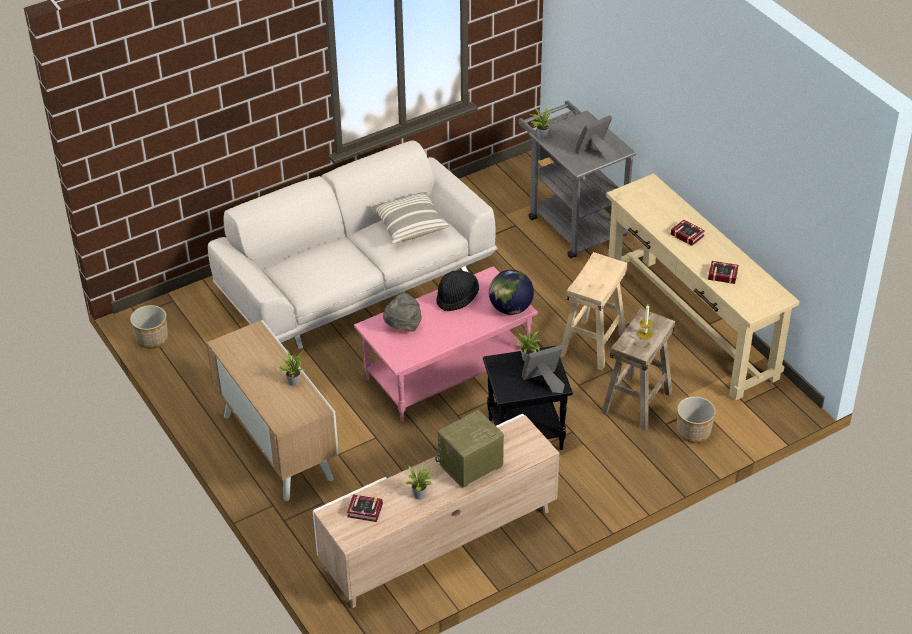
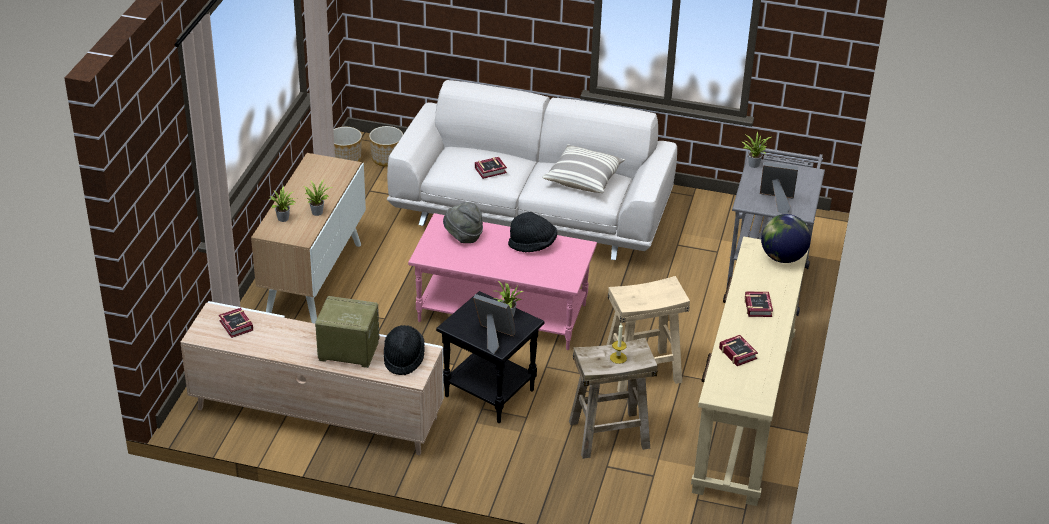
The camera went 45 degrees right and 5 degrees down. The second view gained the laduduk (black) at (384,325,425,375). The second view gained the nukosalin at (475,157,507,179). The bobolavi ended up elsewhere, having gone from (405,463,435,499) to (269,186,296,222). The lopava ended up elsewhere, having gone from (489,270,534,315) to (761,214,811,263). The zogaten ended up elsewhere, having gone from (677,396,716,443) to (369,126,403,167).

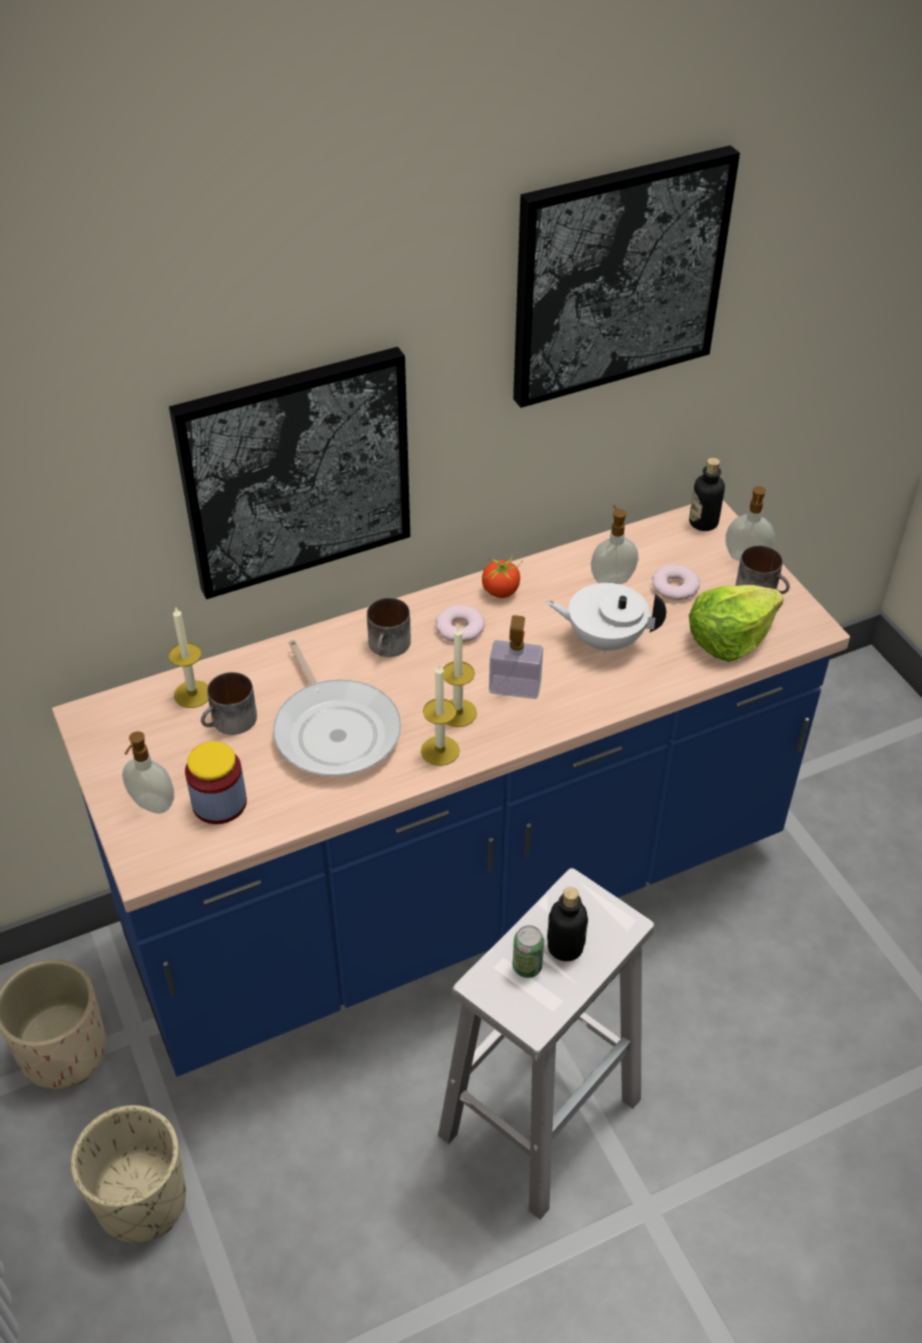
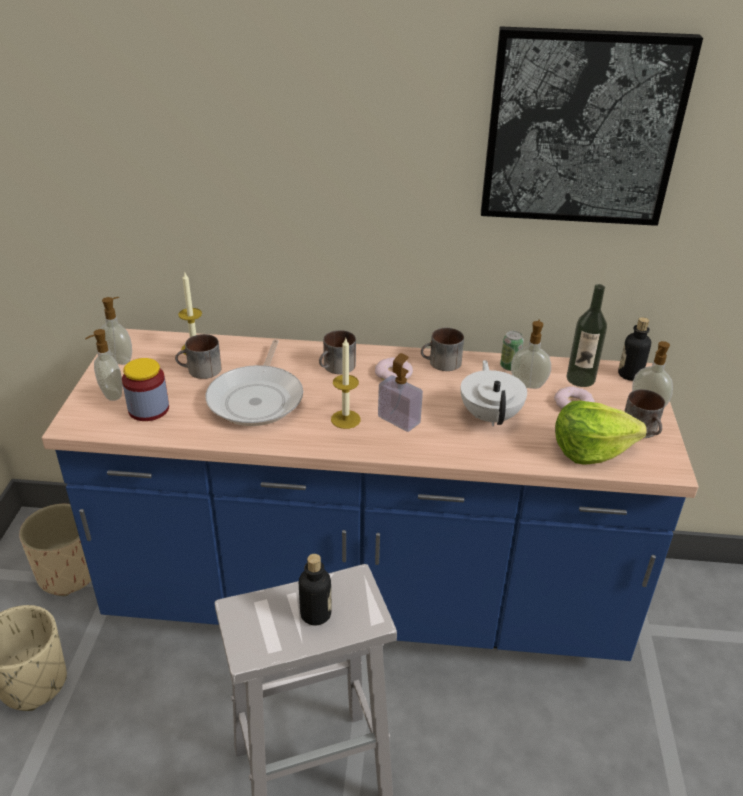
The camera went 30 degrees right and 10 degrees down. The second view lost the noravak at (169,347,410,599). The second view lost the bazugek at (421,663,460,766). The second view gained the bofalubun at (100,297,132,365). The second view gained the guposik at (566,284,607,387). The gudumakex ended up elsewhere, having gone from (513,925,544,978) to (500,331,524,371). Where the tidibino stood at (482,553,523,598), the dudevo came to stand at (421,328,464,371). The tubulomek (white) at (546,583,666,653) ended up facing another way, 45 degrees clockwise from before.

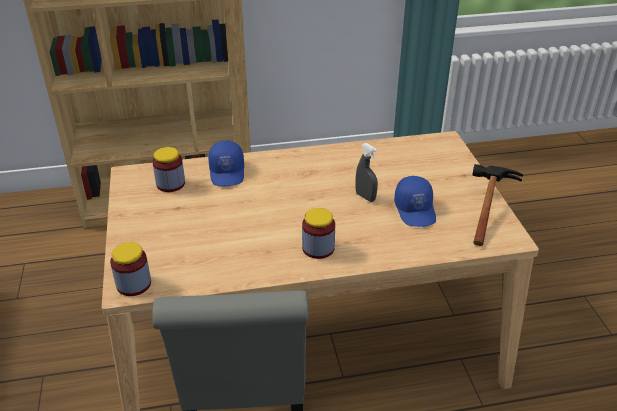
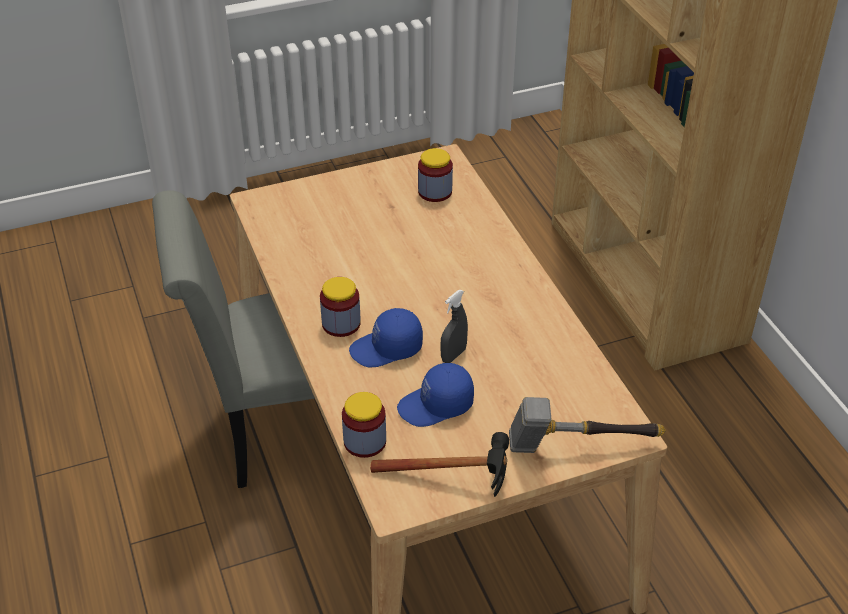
The camera went 80 degrees right and 5 degrees up. The second view gained the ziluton at (509,397,666,453). The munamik ended up elsewhere, having gone from (110,242,151,296) to (342,392,386,458). The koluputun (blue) ended up elsewhere, having gone from (208,140,244,186) to (349,308,423,367).

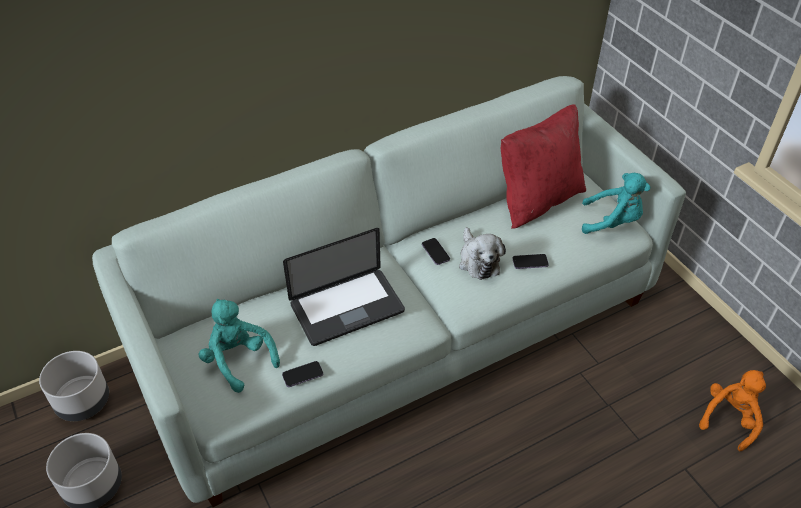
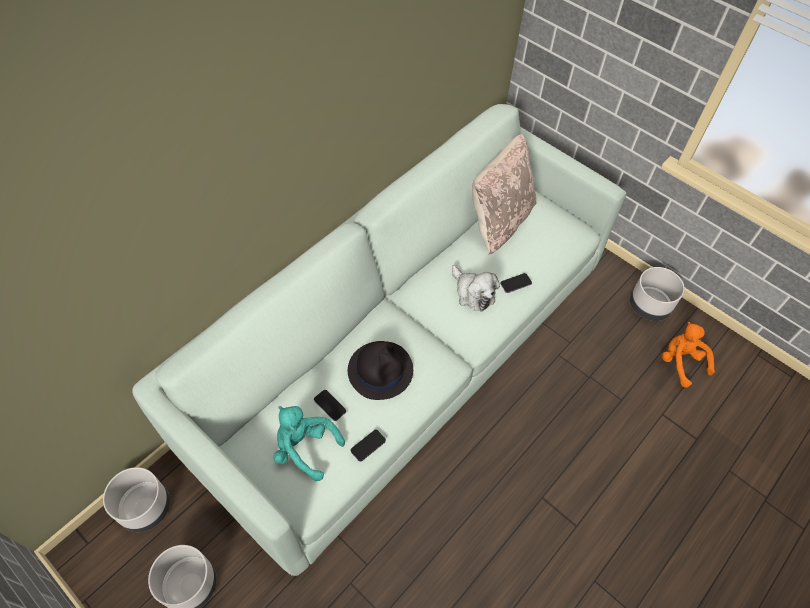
The camera went 20 degrees left and 10 degrees up. The second view lost the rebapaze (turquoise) at (582,173,650,234). The second view gained the zogaten (grey) at (630,267,685,321). The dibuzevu ended up elsewhere, having gone from (422,238,450,265) to (314,390,346,421). Where the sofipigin stood at (283,228,405,346), the laduduk (black) came to stand at (348,341,413,400). What was the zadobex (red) at (501,104,586,229) turned into the zadobex (beige) at (472,134,536,255). The rebapaze (orange) at (699,370,766,451) ended up facing another way, 45 degrees counterclockwise from before.

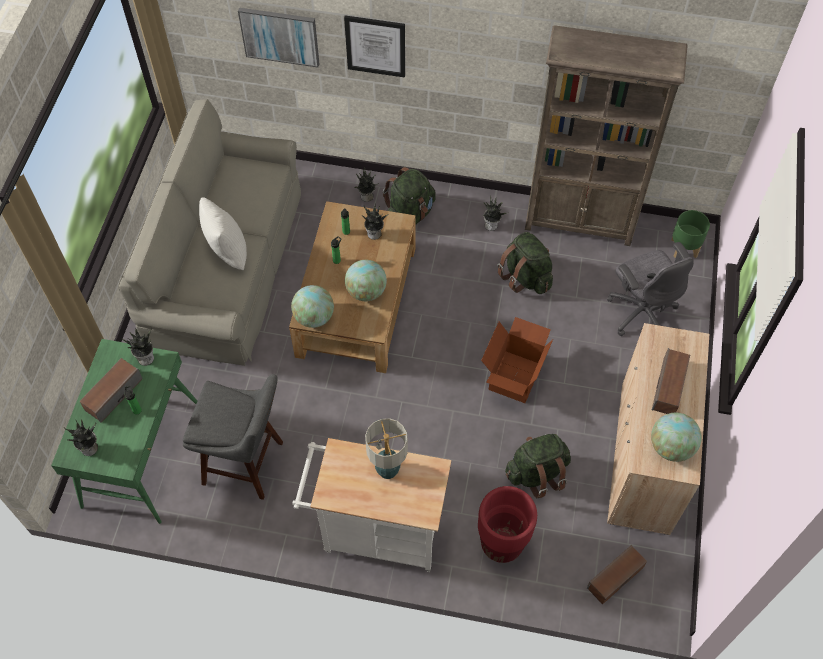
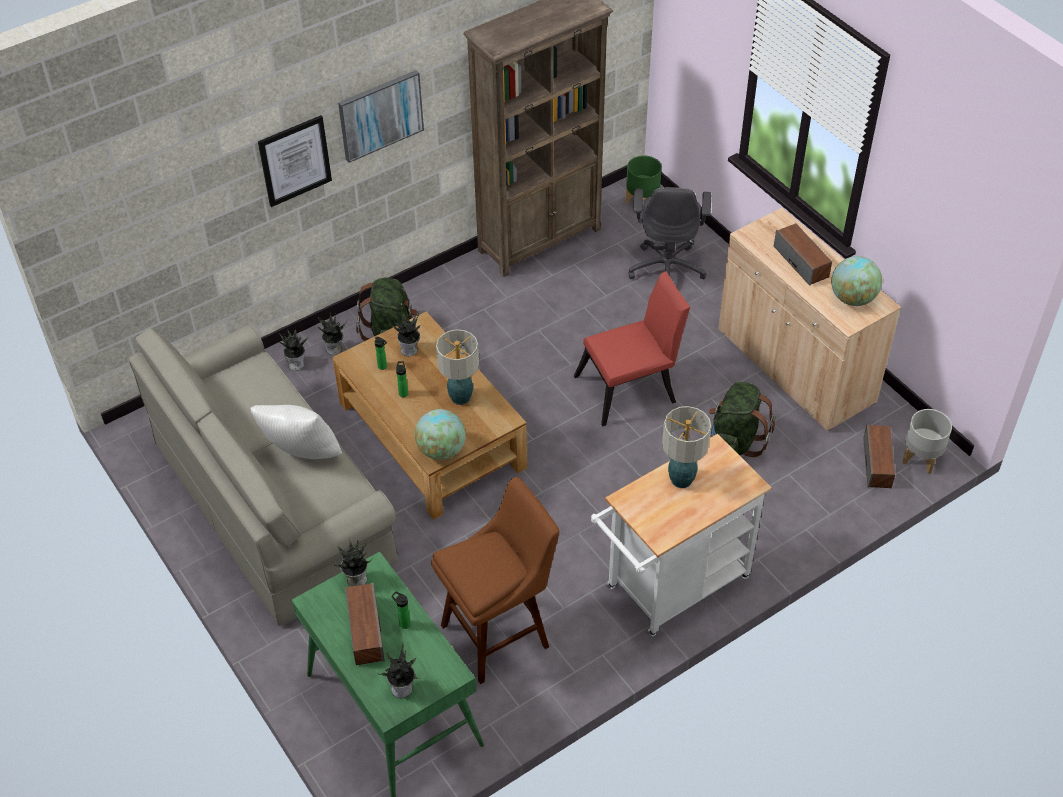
The camera went 45 degrees left and 10 degrees down. The second view lost the zogaten (red) at (478,486,537,563). The second view lost the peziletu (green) at (498,232,553,294). The second view gained the zogaten (grey) at (902,409,952,474). The noravak ended up elsewhere, having gone from (238,8,319,67) to (338,70,424,163). The bobolavi ended up elsewhere, having gone from (483,195,507,231) to (278,328,308,371). Where the lopava stood at (345,260,387,301), the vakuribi came to stand at (436,329,479,405). Where the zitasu stood at (481,317,553,403), the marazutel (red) came to stand at (574,271,690,426). What was the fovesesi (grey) at (183,374,283,500) turned into the fovesesi (brown) at (431,477,559,684). The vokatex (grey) at (607,242,694,336) ended up facing another way, 75 degrees clockwise from before.

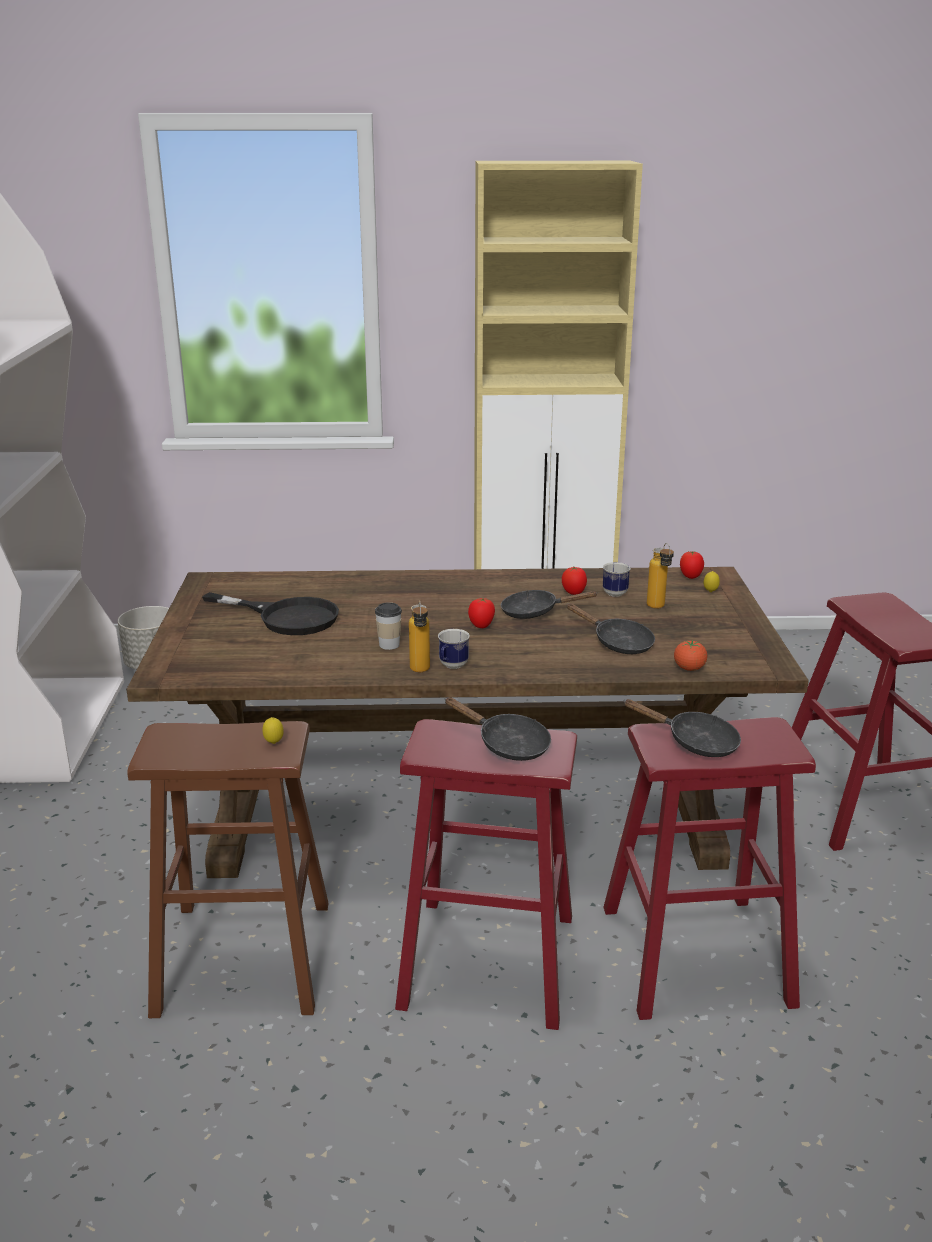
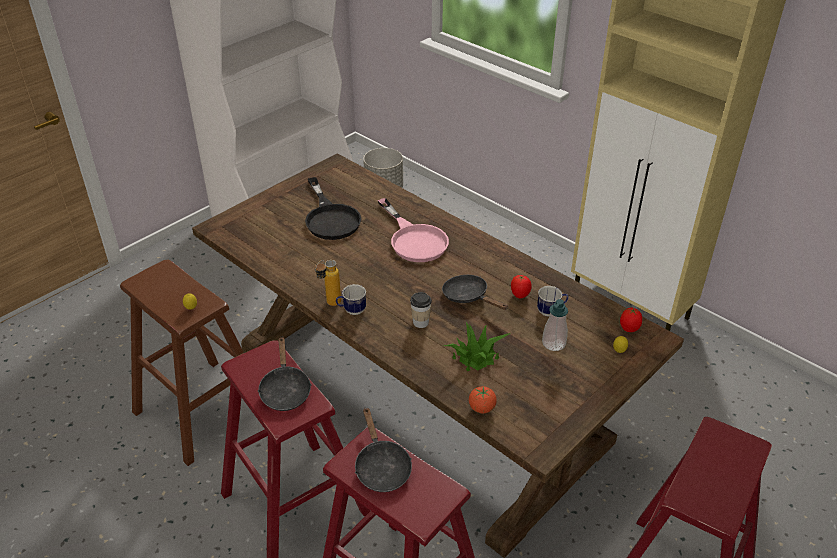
The camera went 45 degrees right and 15 degrees up. The second view lost the tidibino at (468,598,495,628). The second view gained the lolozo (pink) at (378,198,449,262). The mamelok ended up elsewhere, having gone from (375,602,402,650) to (410,292,432,328). Where the lolozo (black) stood at (566,603,655,654), the bobolavi came to stand at (444,322,511,371). Where the guposik stood at (647,543,674,609), the bofalubun came to stand at (542,299,568,351).

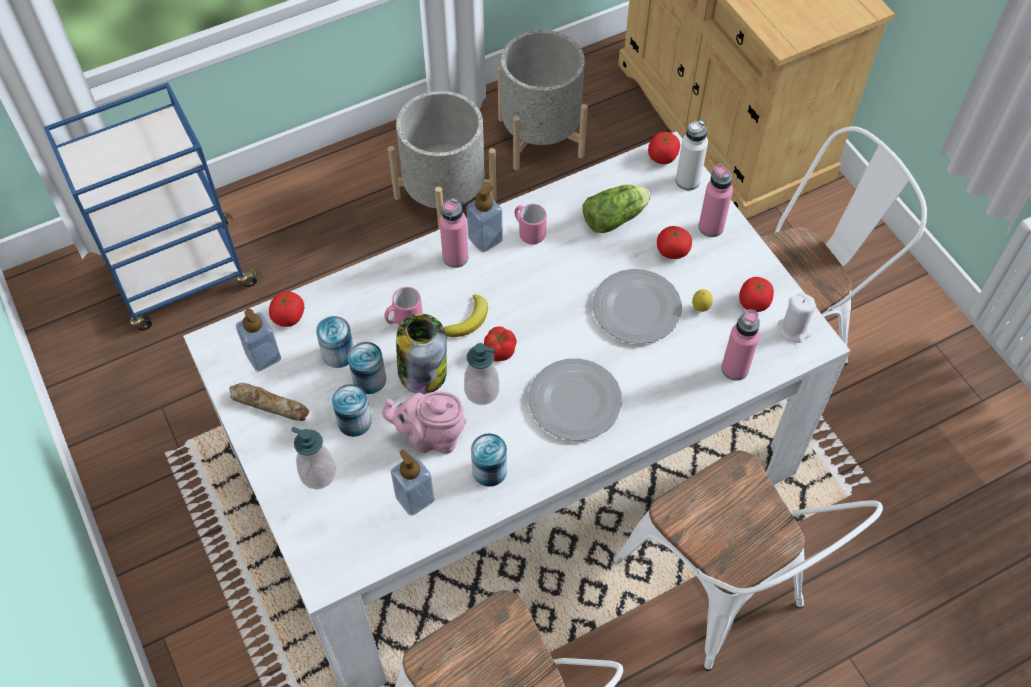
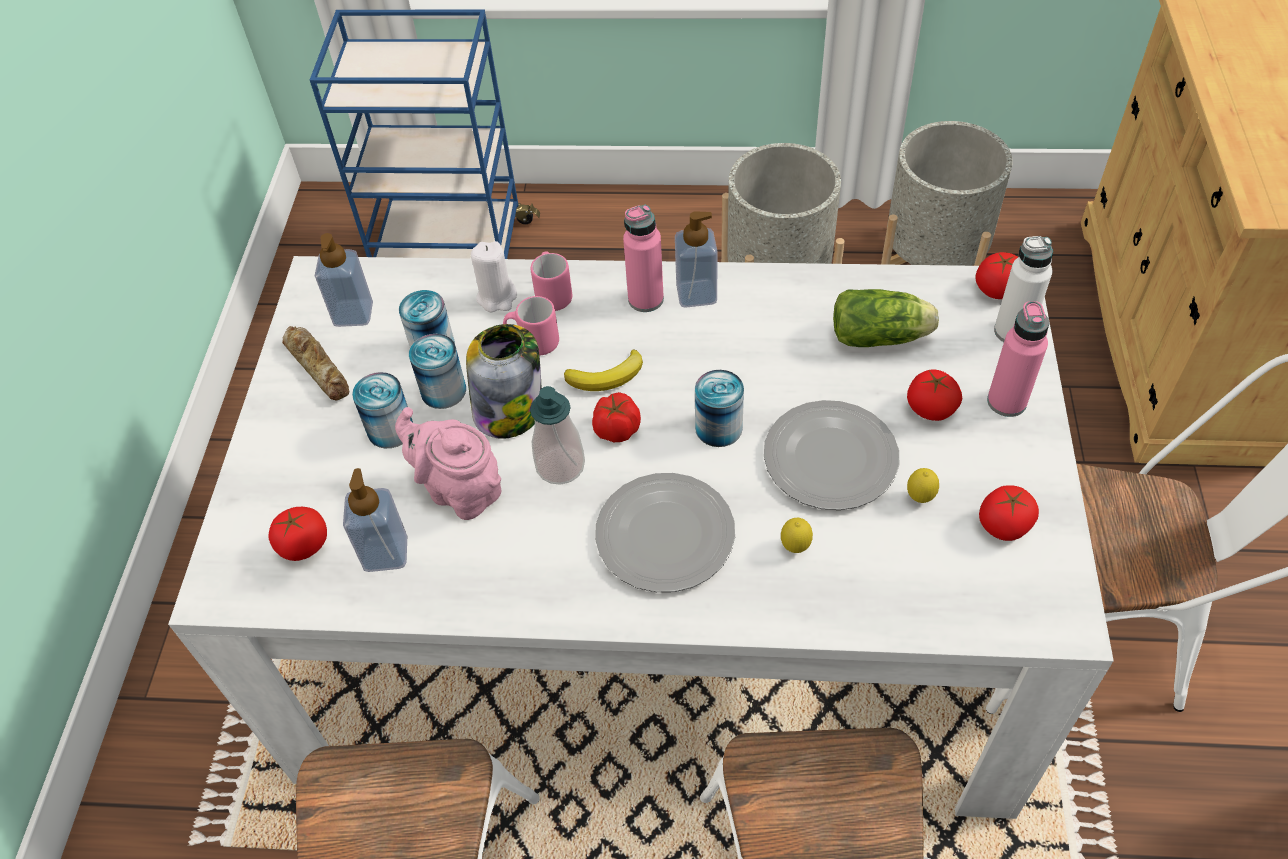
The camera went 35 degrees right and 5 degrees down. The second view lost the bofalubun at (291,427,336,489). The second view lost the guposik (pink) at (721,309,760,381). The second view gained the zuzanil at (781,518,813,553). The tidibino ended up elsewhere, having gone from (269,291,304,327) to (269,507,327,561). The gudumakex ended up elsewhere, having gone from (471,434,507,487) to (695,370,744,447). The dudevo (pink) ended up elsewhere, having gone from (515,204,547,245) to (531,251,572,311). The bazugek (white) ended up elsewhere, having gone from (778,293,816,343) to (471,241,517,312).

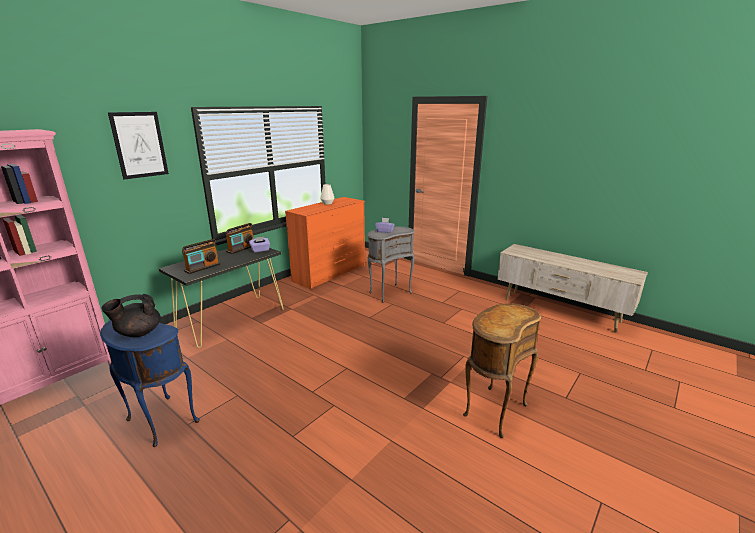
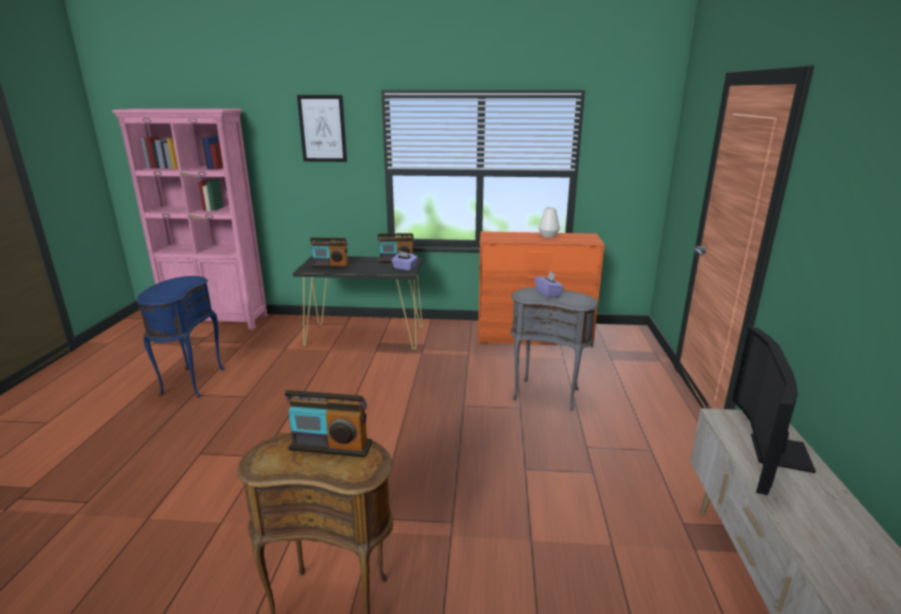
The camera went 55 degrees right and 0 degrees up. The second view lost the tubulomek (black) at (101,294,161,337). The second view gained the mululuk at (284,390,372,457). The second view gained the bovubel at (732,327,816,495).

